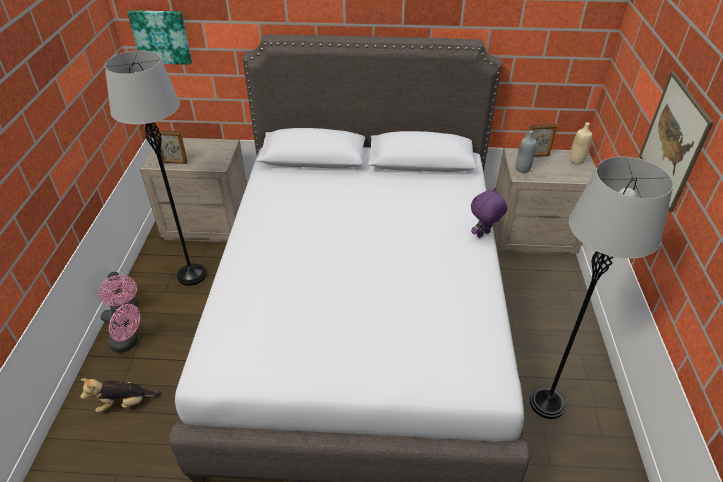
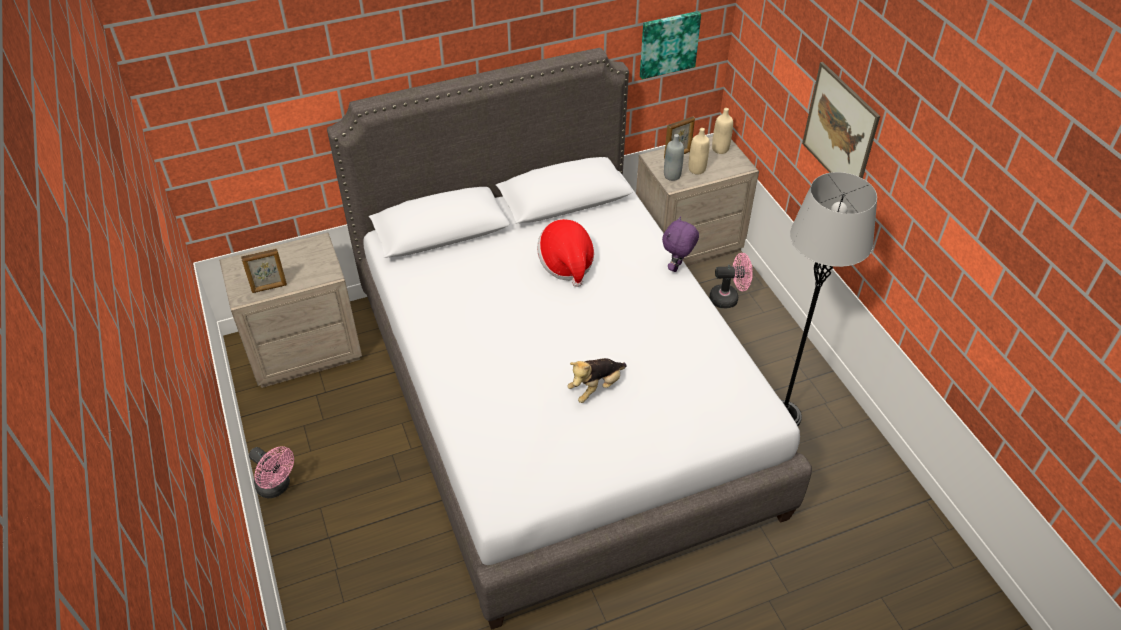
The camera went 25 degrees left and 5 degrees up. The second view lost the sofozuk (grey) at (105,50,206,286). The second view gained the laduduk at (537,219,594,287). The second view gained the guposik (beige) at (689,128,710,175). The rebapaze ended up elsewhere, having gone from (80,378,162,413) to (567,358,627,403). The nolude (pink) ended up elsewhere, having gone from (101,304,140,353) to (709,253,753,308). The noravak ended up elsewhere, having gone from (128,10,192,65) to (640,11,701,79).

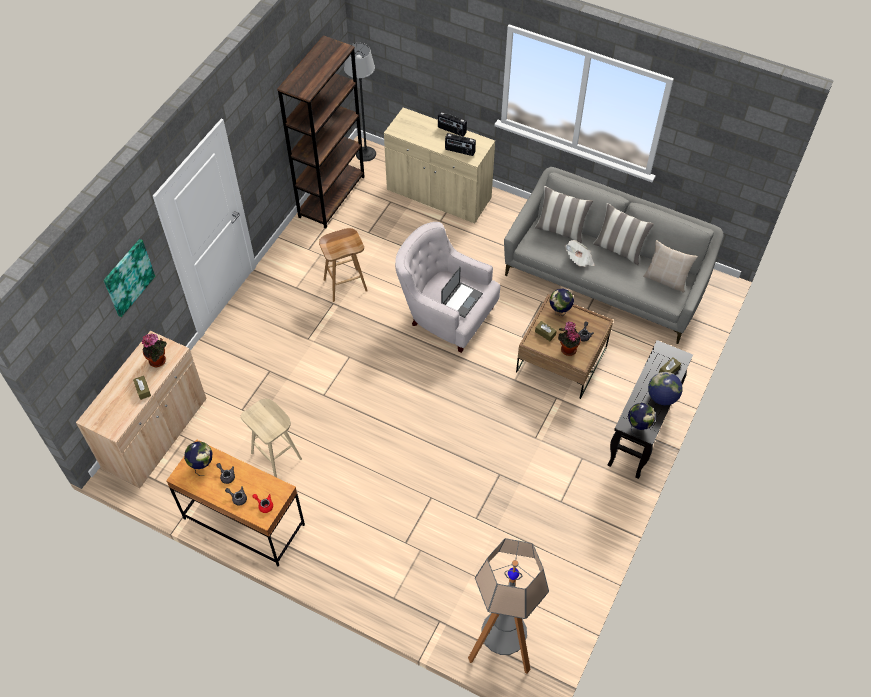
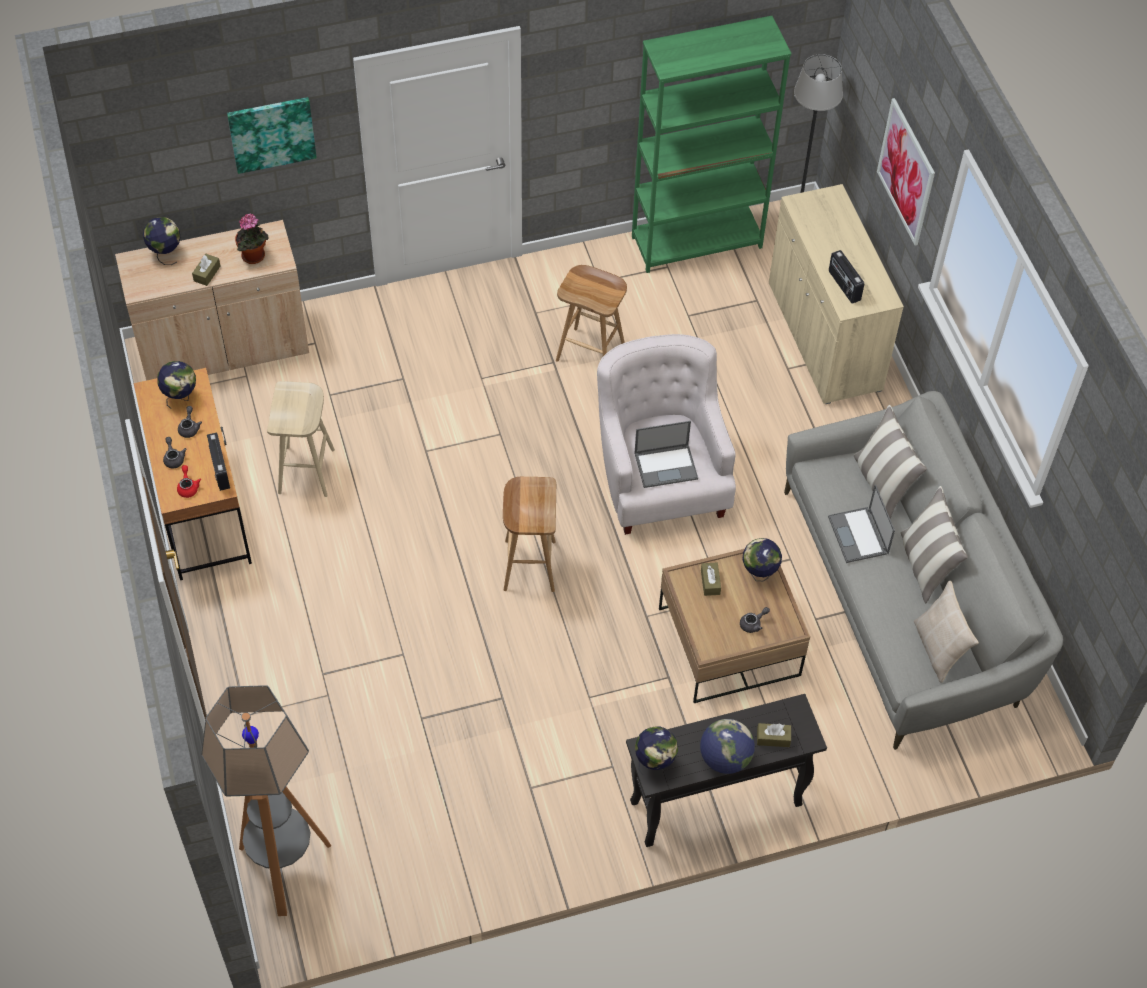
The camera went 45 degrees right and 0 degrees up. The second view lost the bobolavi at (558,321,581,356). The second view gained the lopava at (143,217,181,265). The second view gained the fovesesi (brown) at (503,477,556,592). The second view gained the noravak at (877,98,935,246). The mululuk ended up elsewhere, having gone from (438,111,467,136) to (207,432,230,491). Where the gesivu stood at (565,240,594,267), the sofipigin came to stand at (828,484,895,563). What was the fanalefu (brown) at (277,35,365,228) turned into the fanalefu (green) at (632,16,791,273).

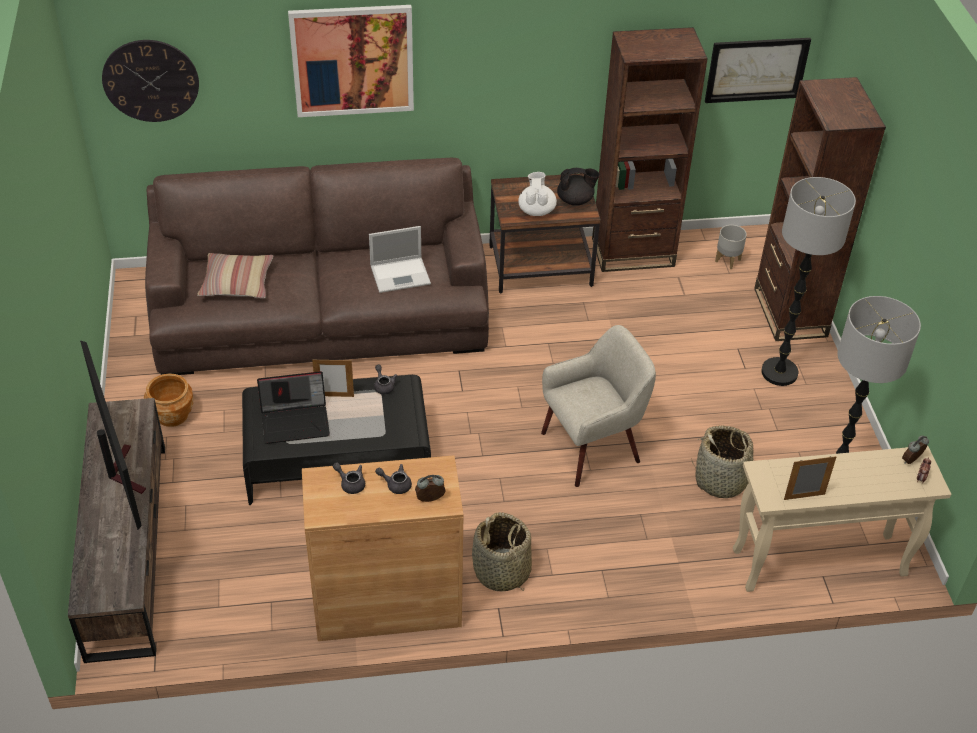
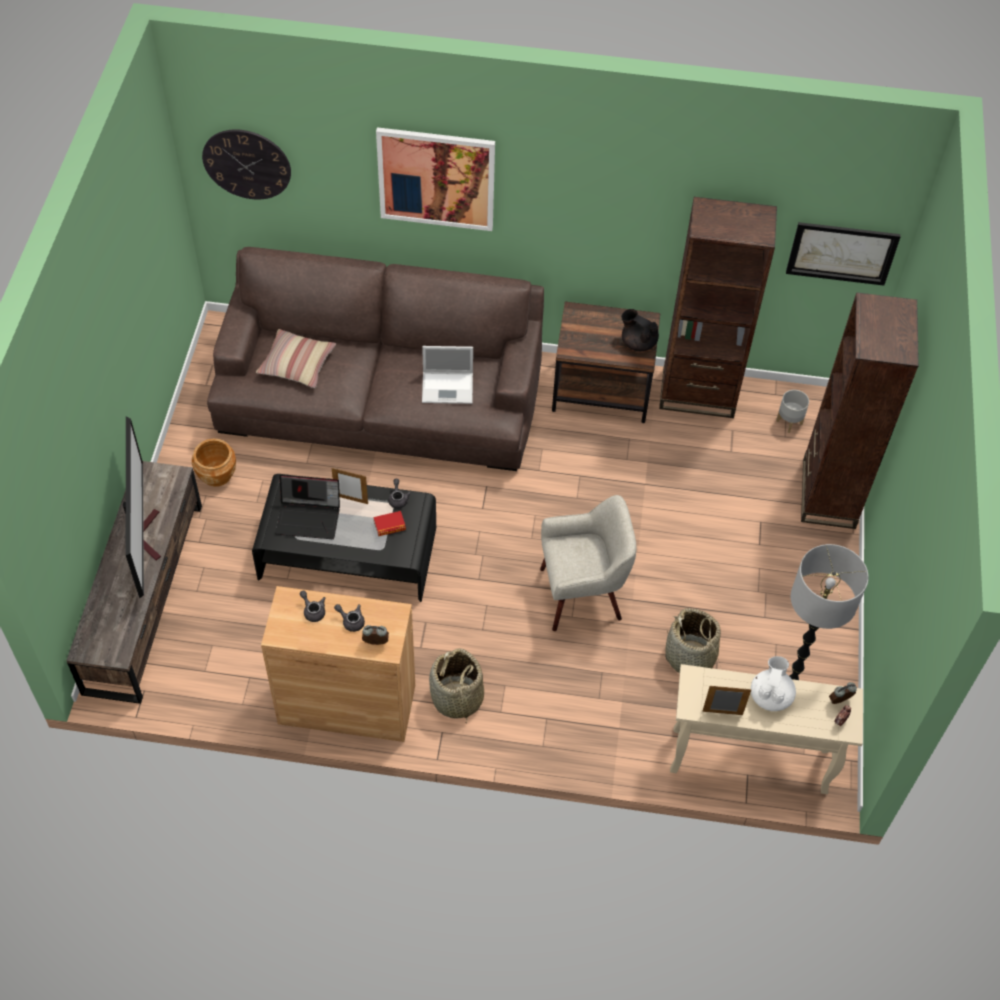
The camera went 15 degrees right and 10 degrees up. The second view lost the sofozuk at (761,177,856,386). The second view gained the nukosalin at (374,511,406,536). The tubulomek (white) ended up elsewhere, having gone from (518,172,557,216) to (751,656,796,711). The tubulomek (black) at (557,168,600,205) ended up facing another way, 150 degrees counterclockwise from before.

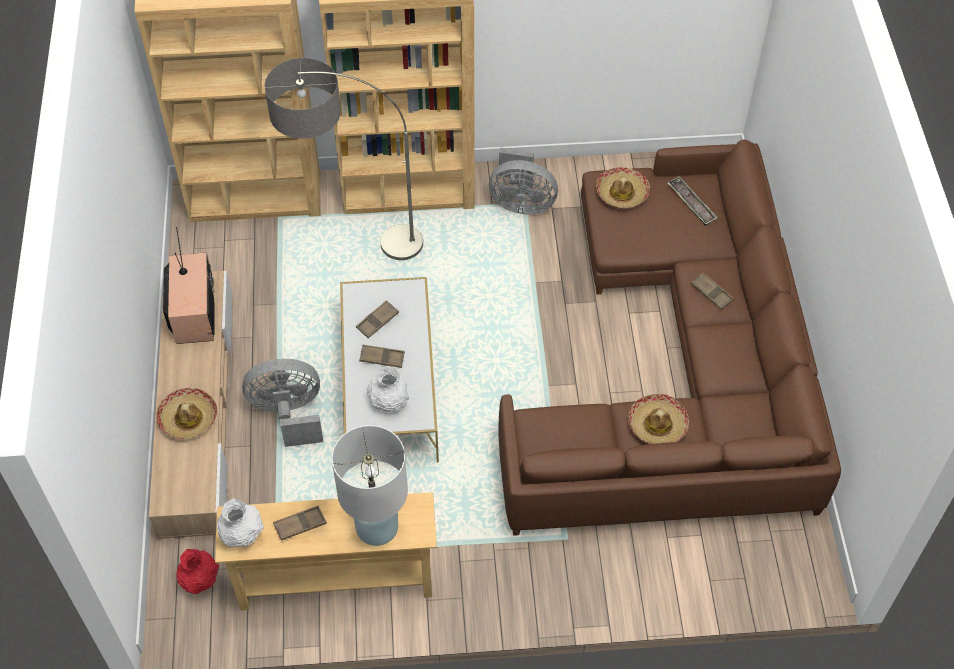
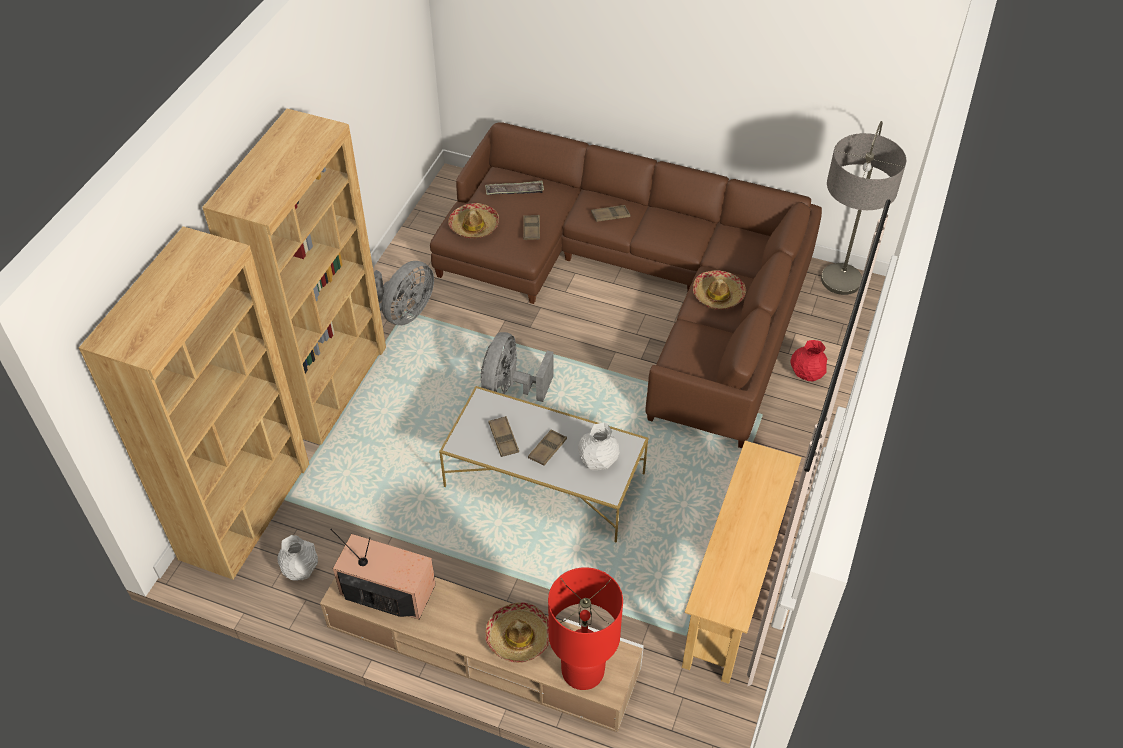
The camera went 65 degrees left and 5 degrees down. The second view lost the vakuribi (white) at (332,425,408,546). The second view gained the vakuribi (red) at (548,567,623,690). The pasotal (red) ended up elsewhere, having gone from (177,549,219,594) to (791,340,827,381). The pasotal (white) ended up elsewhere, having gone from (217,498,264,547) to (277,535,318,580). The nolude (grey) ended up elsewhere, having gone from (242,359,323,447) to (481,332,554,402). The sofozuk ended up elsewhere, having gone from (265,58,423,260) to (821,121,906,295). The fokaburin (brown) ended up elsewhere, having gone from (273,506,327,541) to (523,215,540,240).

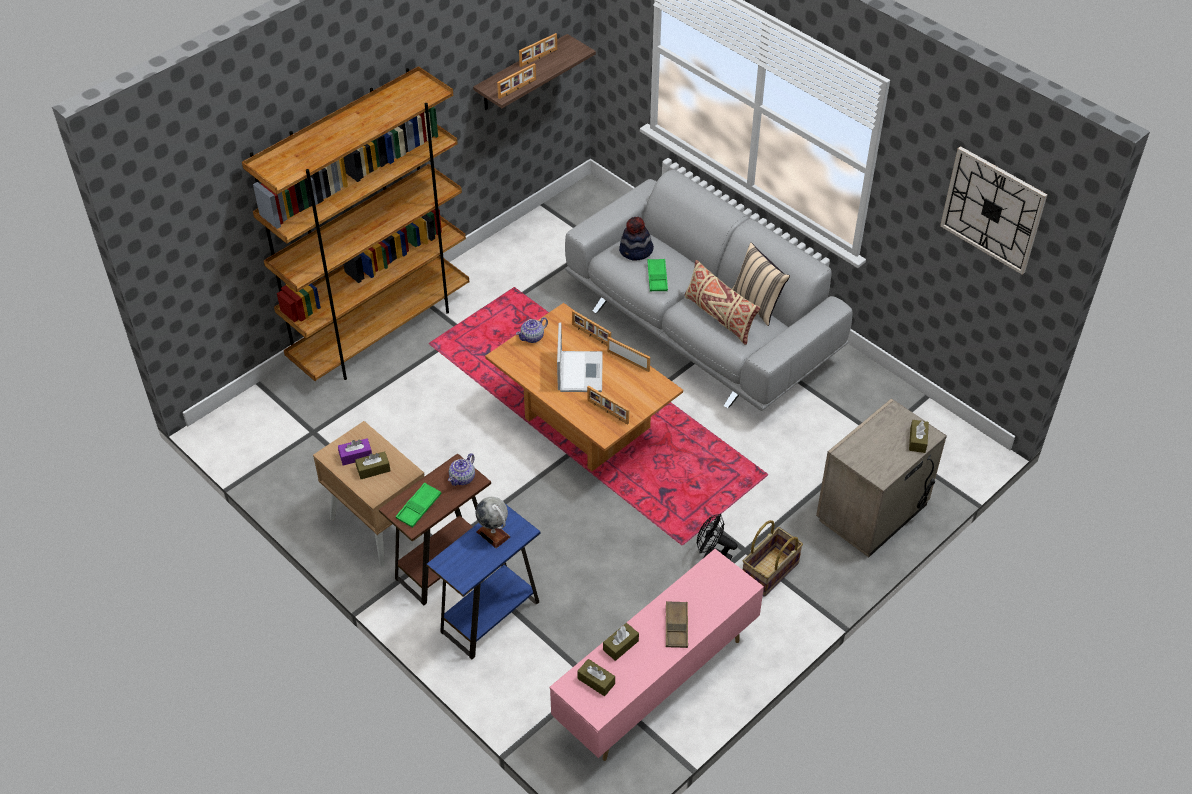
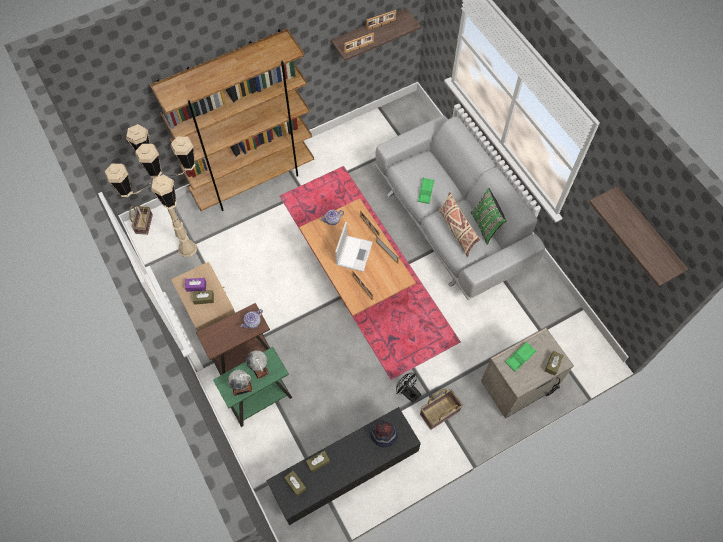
The camera went 15 degrees right and 15 degrees up. The second view lost the fokaburin (brown) at (666,601,688,648). The second view gained the sofozuk (beige) at (105,124,197,257). The second view gained the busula at (129,206,153,235). The second view gained the lopava at (228,370,253,396). The fokaburin (green) ended up elsewhere, having gone from (396,483,441,528) to (505,342,537,372). The laduduk ended up elsewhere, having gone from (619,217,654,261) to (371,421,398,448). Where the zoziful hung at (940,146,1047,275), the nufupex came to hang at (589,186,688,287). What was the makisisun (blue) at (427,505,540,659) turned into the makisisun (green) at (213,347,292,427). What was the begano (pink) at (549,549,764,761) turned into the begano (black) at (266,407,421,525). What was the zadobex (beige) at (732,242,790,326) turned into the zadobex (green) at (471,188,507,245).

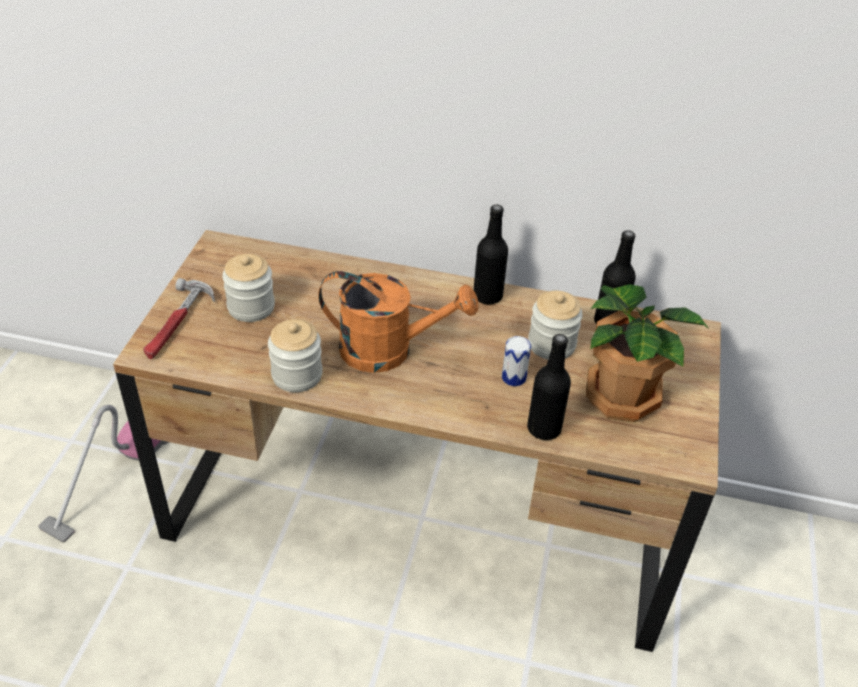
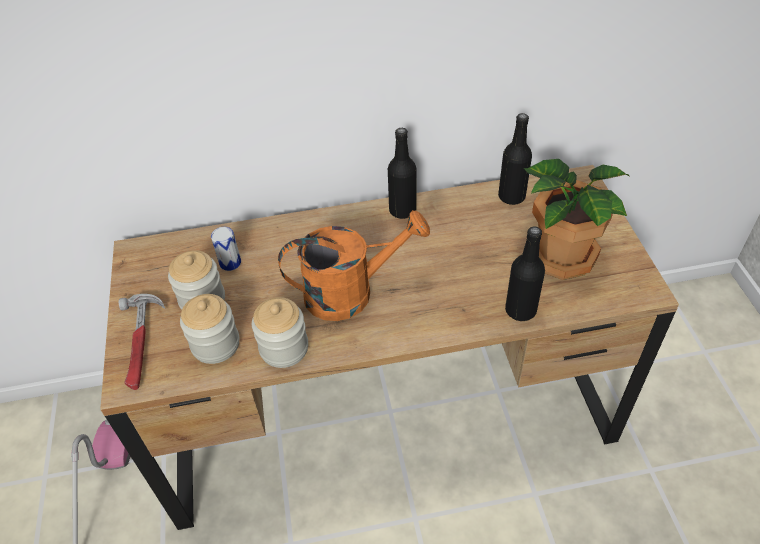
The camera went 20 degrees left and 5 degrees up. The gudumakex ended up elsewhere, having gone from (502,336,531,386) to (211,227,241,271). The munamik ended up elsewhere, having gone from (528,291,583,360) to (180,294,239,364).

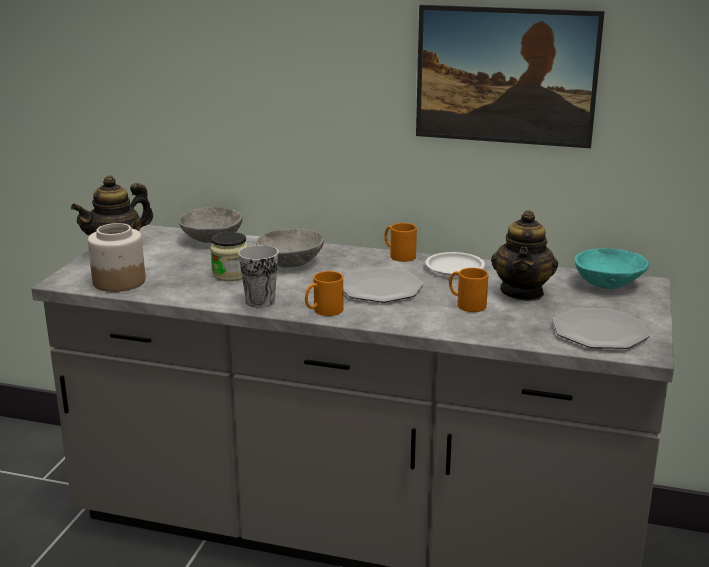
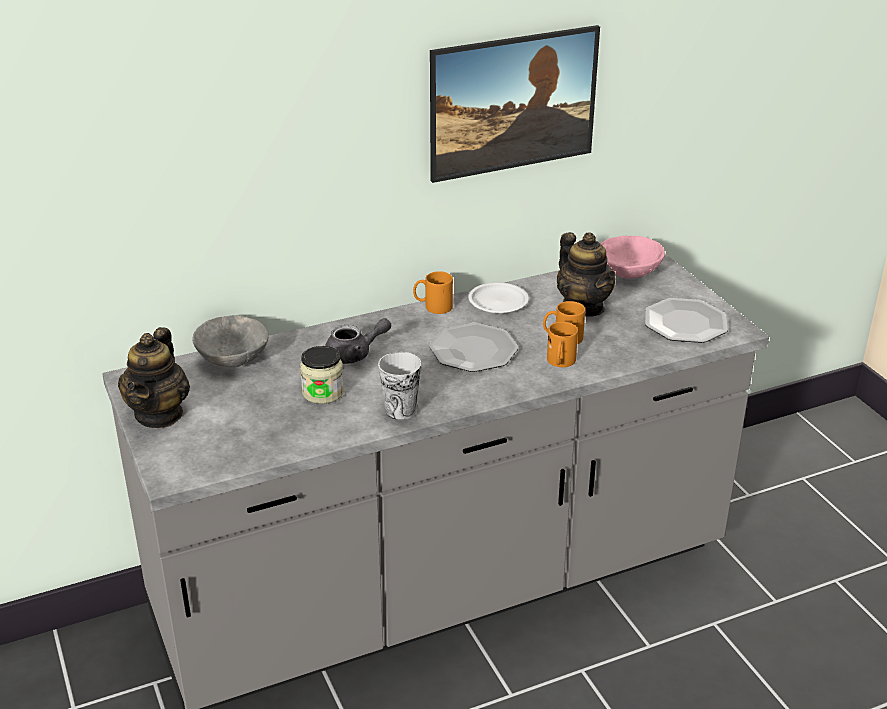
The camera went 40 degrees left and 10 degrees up. The second view lost the munamik at (88,223,146,292). The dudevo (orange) ended up elsewhere, having gone from (305,271,343,316) to (547,322,578,367). Where the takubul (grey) stood at (256,229,324,268), the tubulomek (grey) came to stand at (325,318,391,364). What was the takubul (turquoise) at (574,248,649,289) turned into the takubul (pink) at (600,236,665,279).

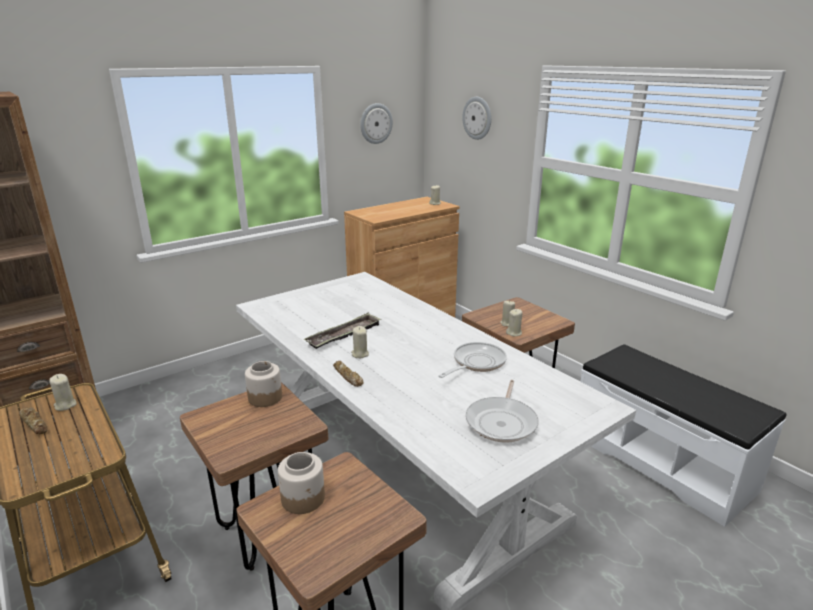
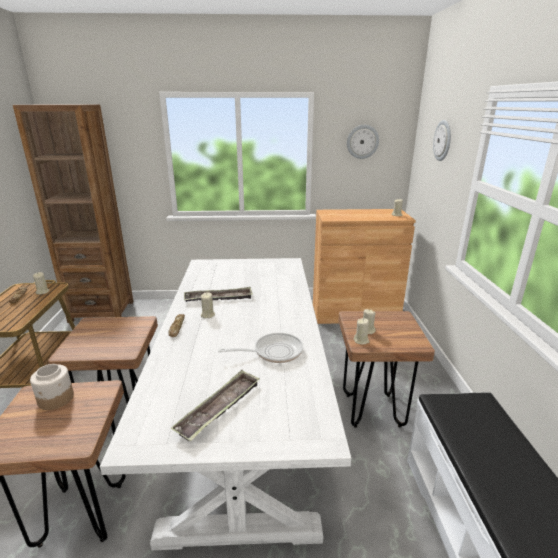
The camera went 35 degrees right and 0 degrees up. The second view lost the munamik at (245,361,282,407). Where the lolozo stood at (466,380,539,443), the fokaburin came to stand at (171,370,260,442).

